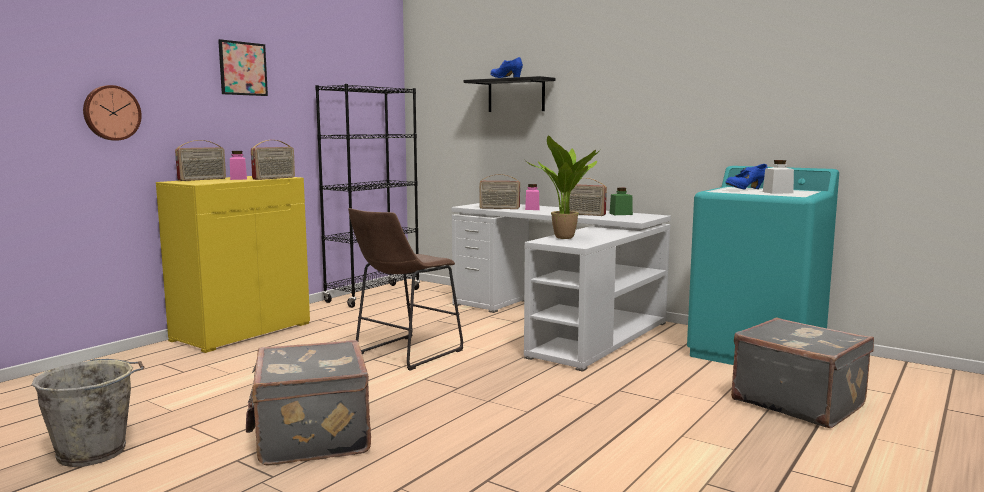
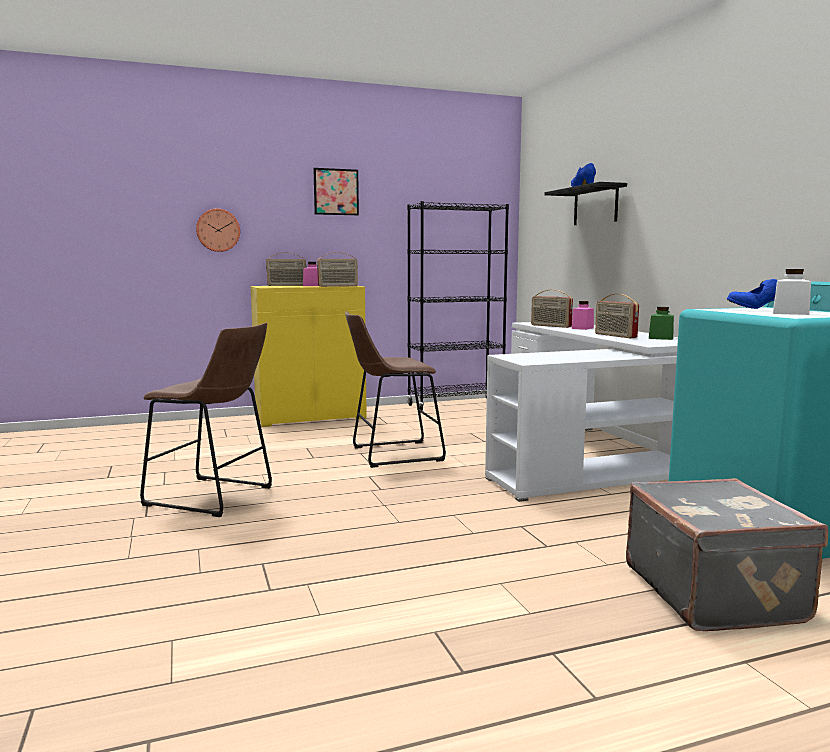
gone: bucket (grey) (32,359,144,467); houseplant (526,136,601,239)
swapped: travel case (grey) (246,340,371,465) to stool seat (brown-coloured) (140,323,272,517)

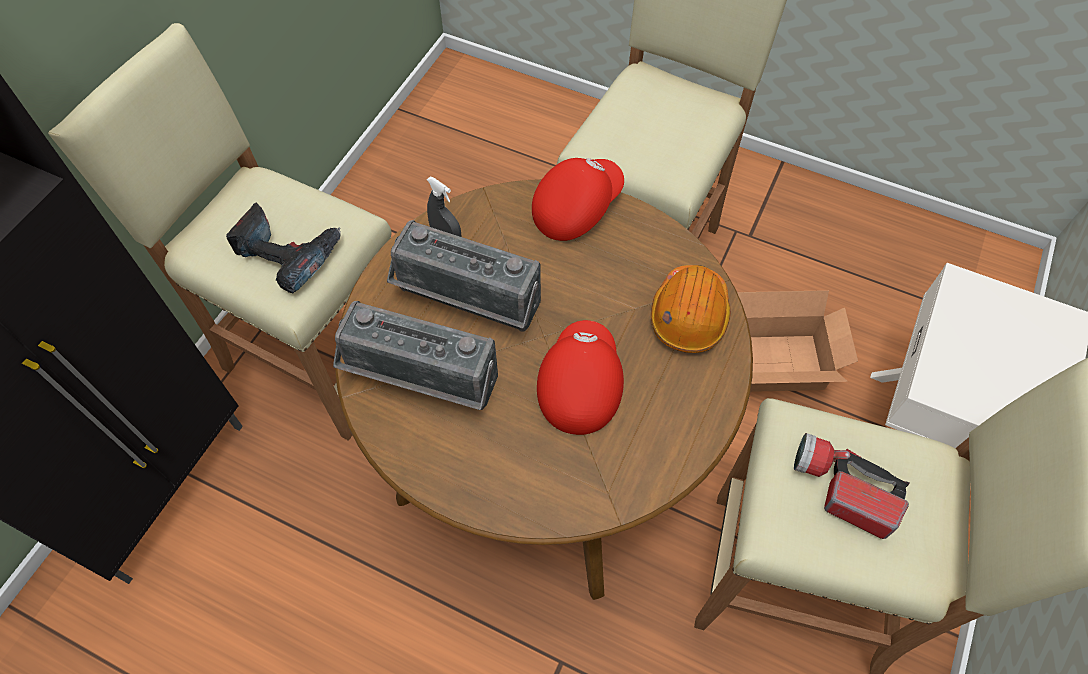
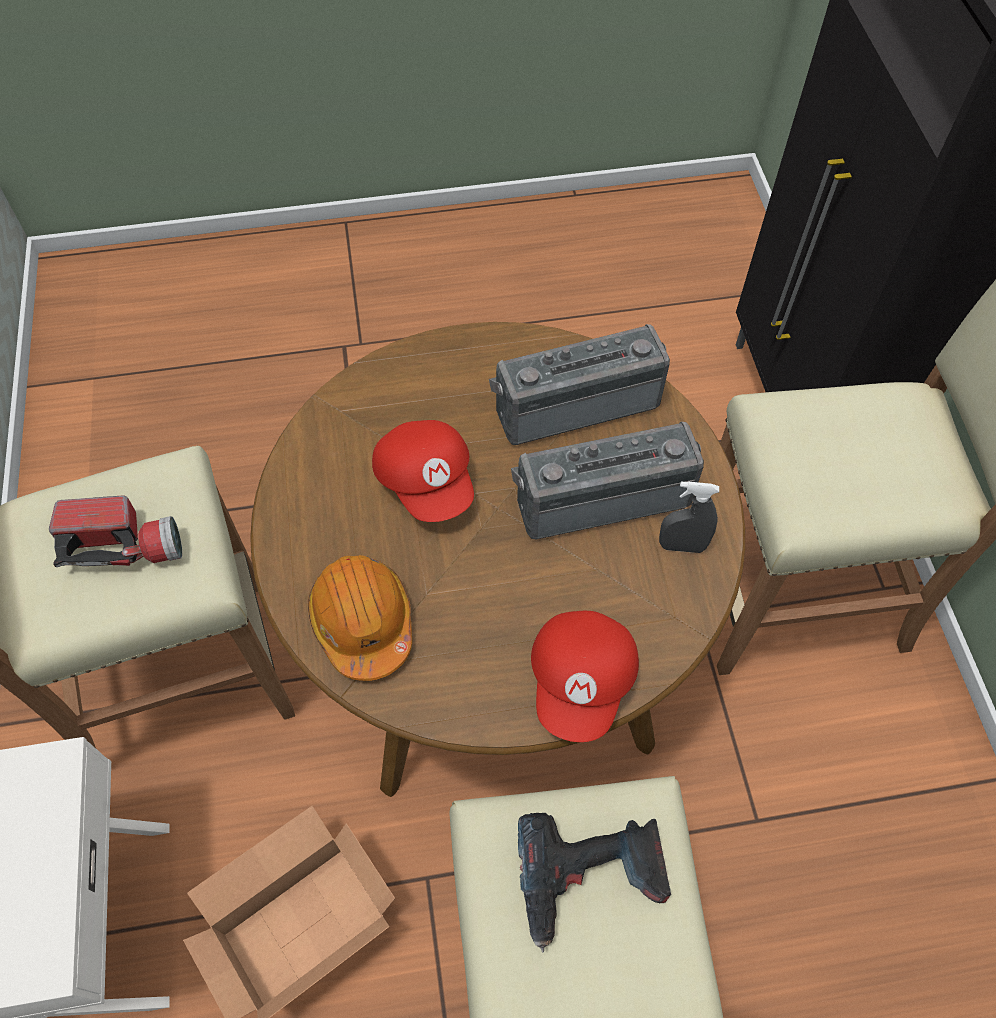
shifted: drill (226,203,341,293) to (518,813,671,953)

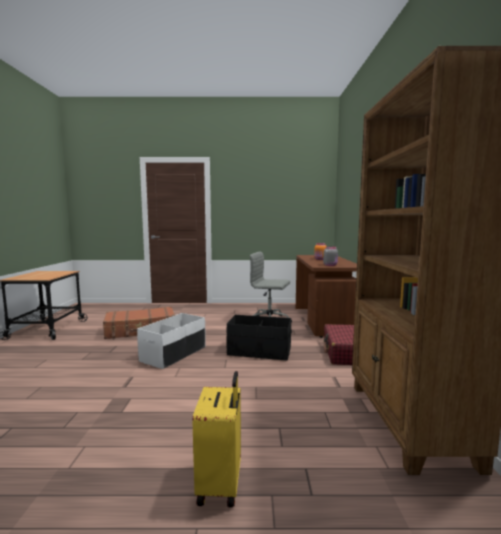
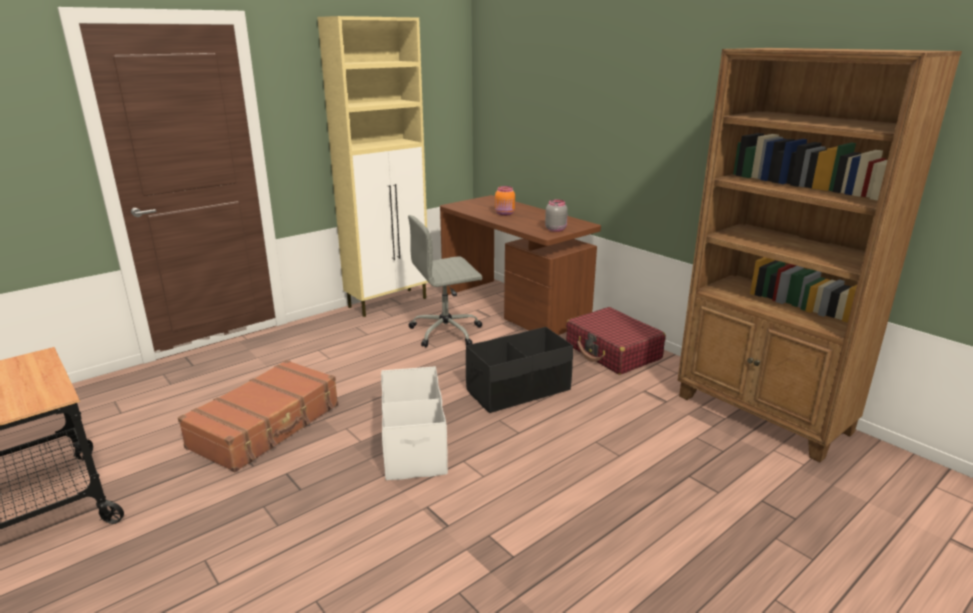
gone: travel case (yellow) (192,371,241,508)
new: storage cabinet (beige-coloured) (317,16,429,317)

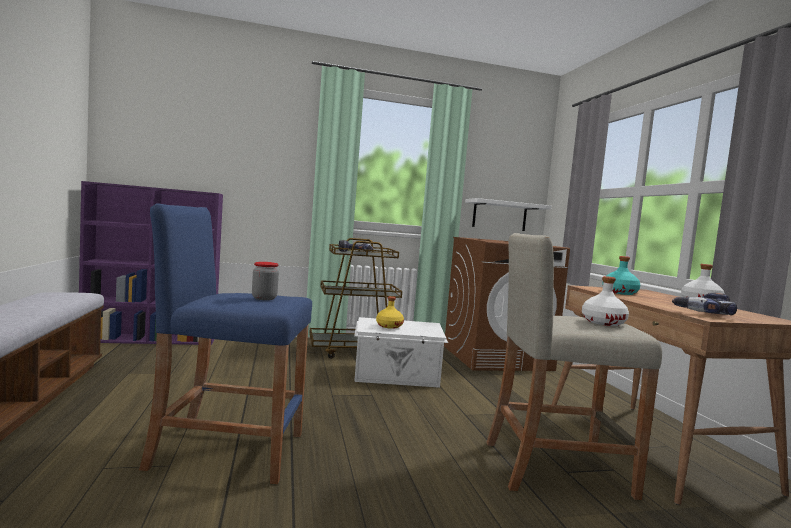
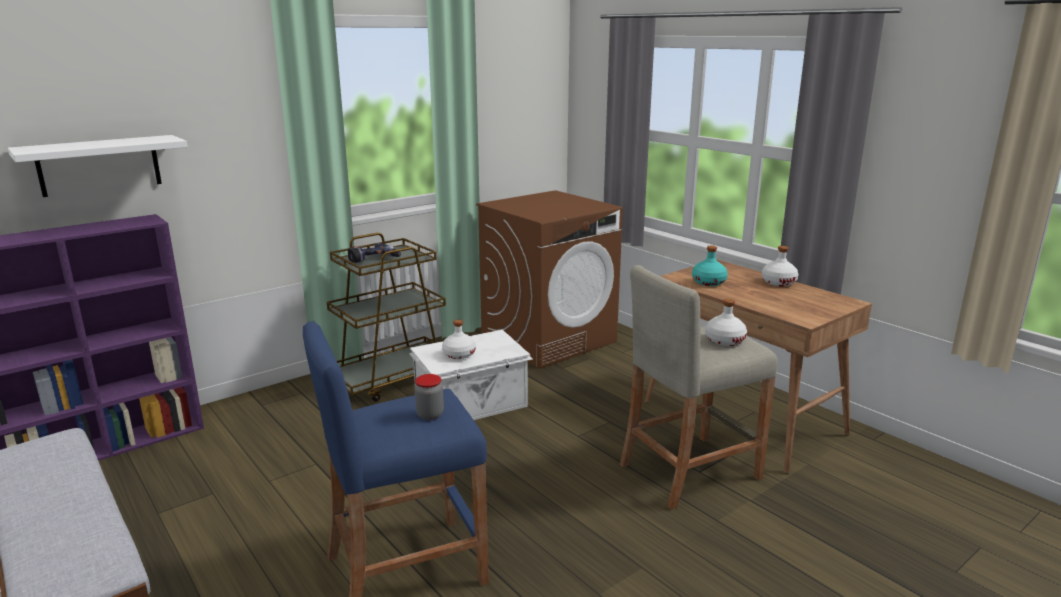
gone: drill (672,293,737,315)
shifted: shelf (white) (465,198,551,231) to (8,135,188,197)
repainted: beverage bottle (yellow) (376,296,404,329) to beverage bottle (white) (442,320,476,359)

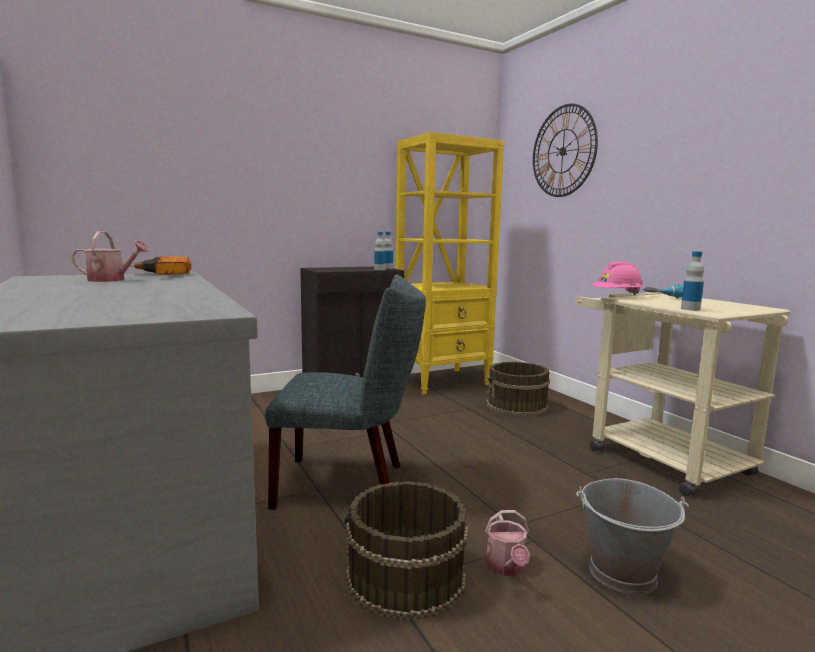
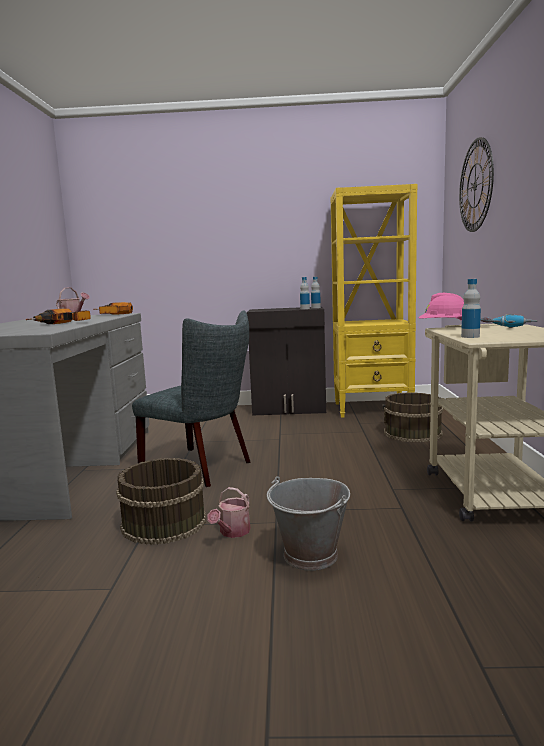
new: drill (26,309,91,324)

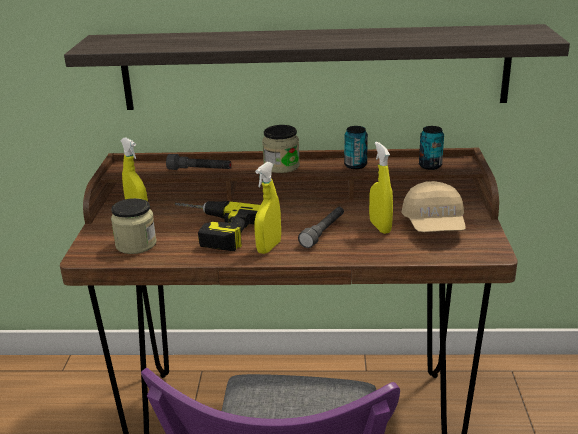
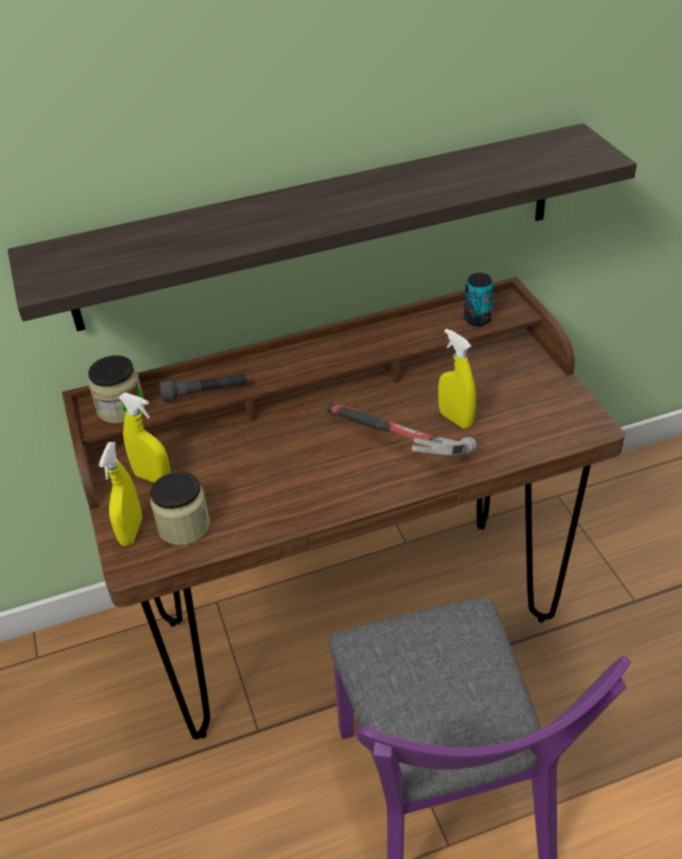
gone: drill (175,201,260,251); metal can (344,126,368,169); peaked cap (beige-coloured) (401,181,466,232)
shifted: sprayer (yellow) (254,162,281,254) to (98,442,142,546); preserve jar (262,125,300,173) to (88,355,145,423)
swapped: hand torch (grey) (298,207,344,248) to hand hammer (327,402,477,455)

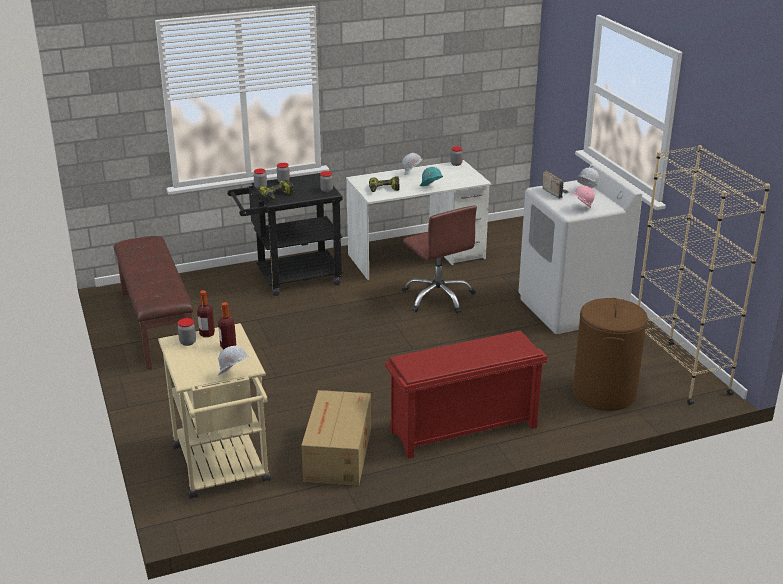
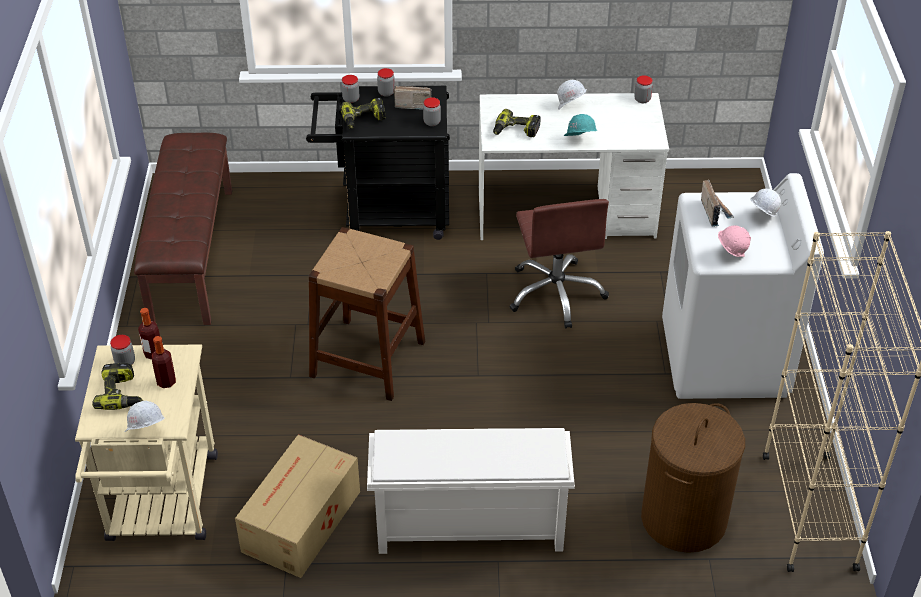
new: drill (92,363,143,410); stool seat (brown-coloured) (308,227,425,401); radio set (394,86,432,110)
repainted: shoe rack (reddish) (385,331,547,459) to shoe rack (white) (367,428,575,554)

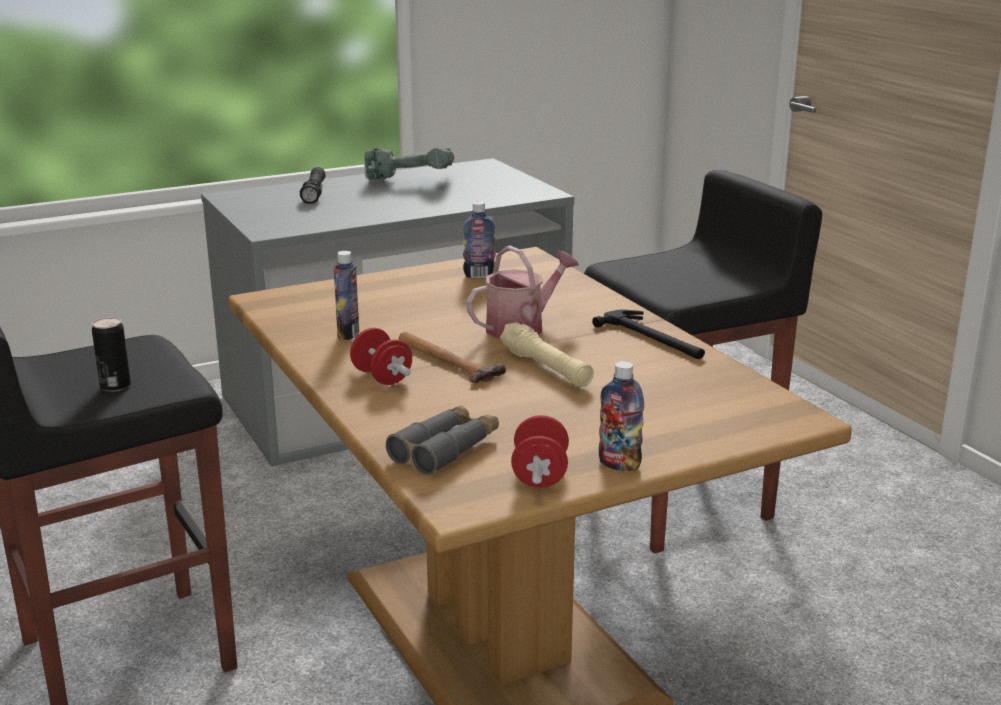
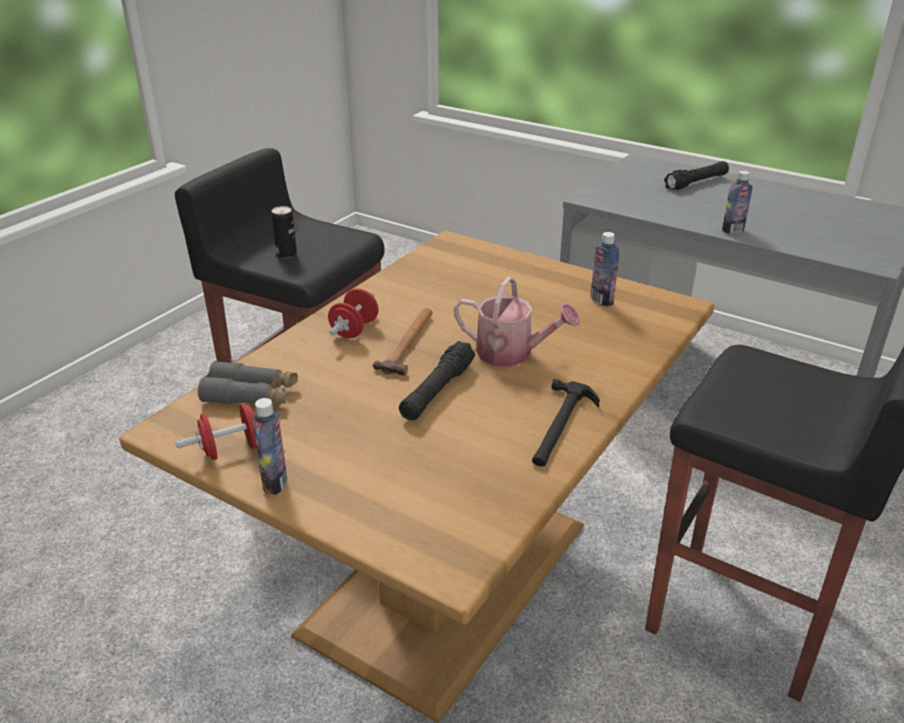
gone: drill (364,146,454,180)
shifted: beverage bottle (334,251,359,340) to (722,171,752,234)
repainted: hand torch (beige-coloured) (500,322,594,387) to hand torch (blackish) (399,341,475,421)

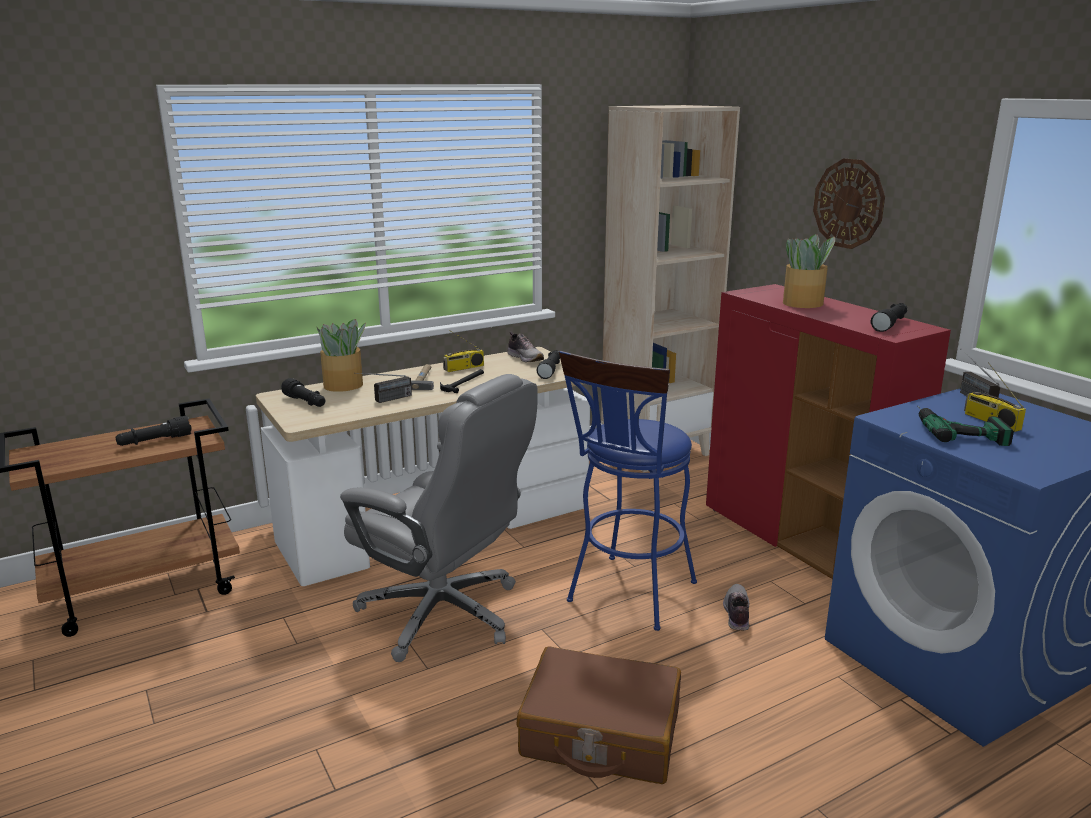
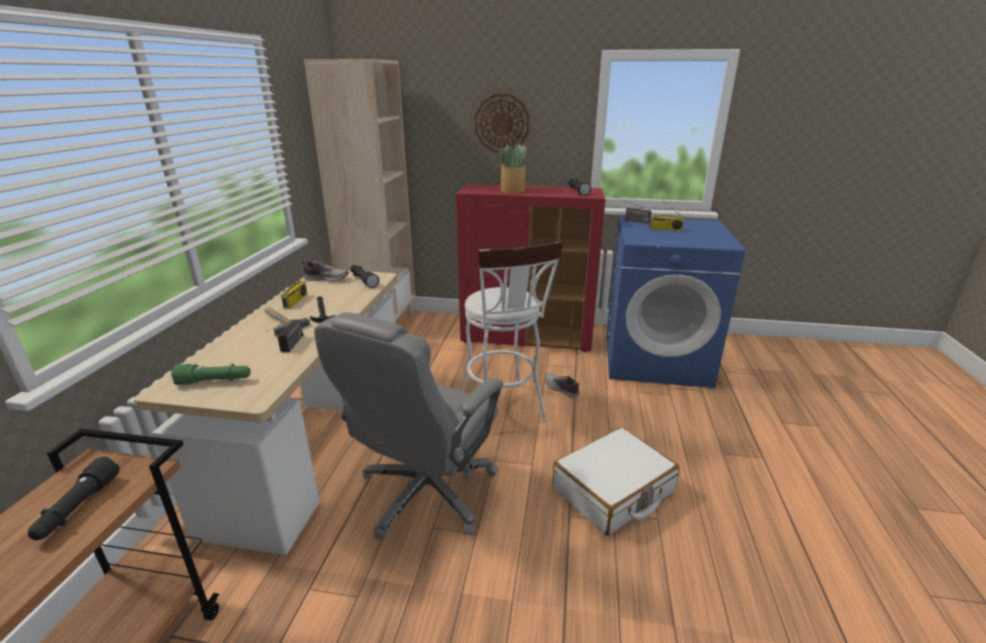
gone: houseplant (317,319,366,392); drill (917,406,1014,446)
repainted: hand torch (blackish) (281,378,325,407) to hand torch (green) (171,364,251,385); travel case (brown-coloured) (516,646,681,784) to travel case (white) (552,427,679,535); stool seat (blue) (559,351,697,631) to stool seat (white) (460,240,564,421)
rotated: desk chair (grey) (340,374,538,662) = (314,312,503,539) 135 degrees clockwise

